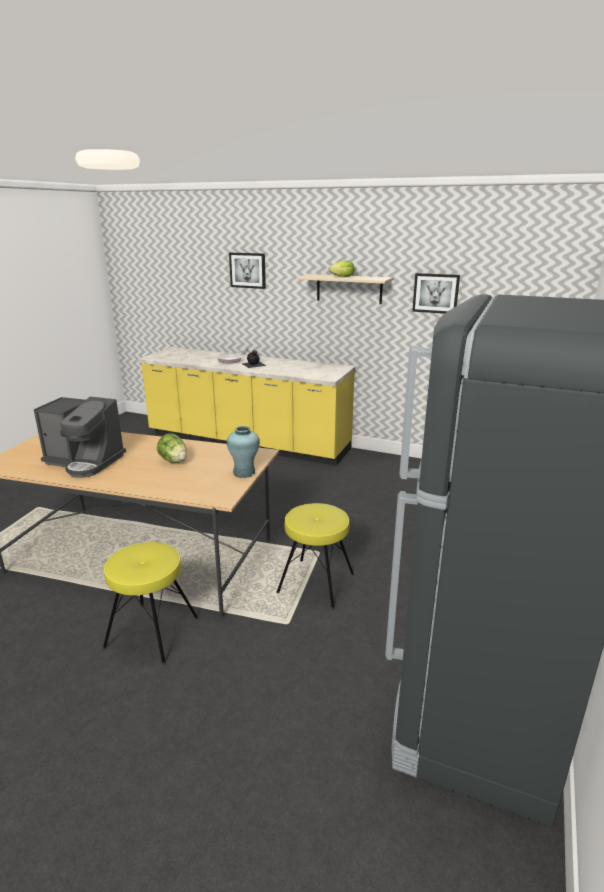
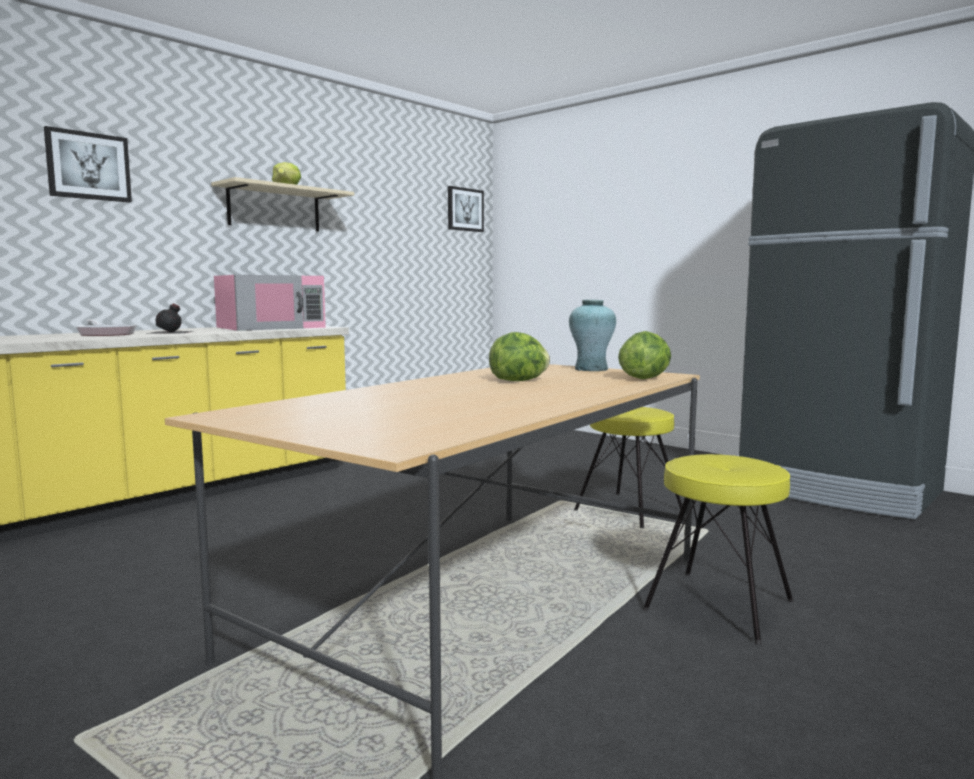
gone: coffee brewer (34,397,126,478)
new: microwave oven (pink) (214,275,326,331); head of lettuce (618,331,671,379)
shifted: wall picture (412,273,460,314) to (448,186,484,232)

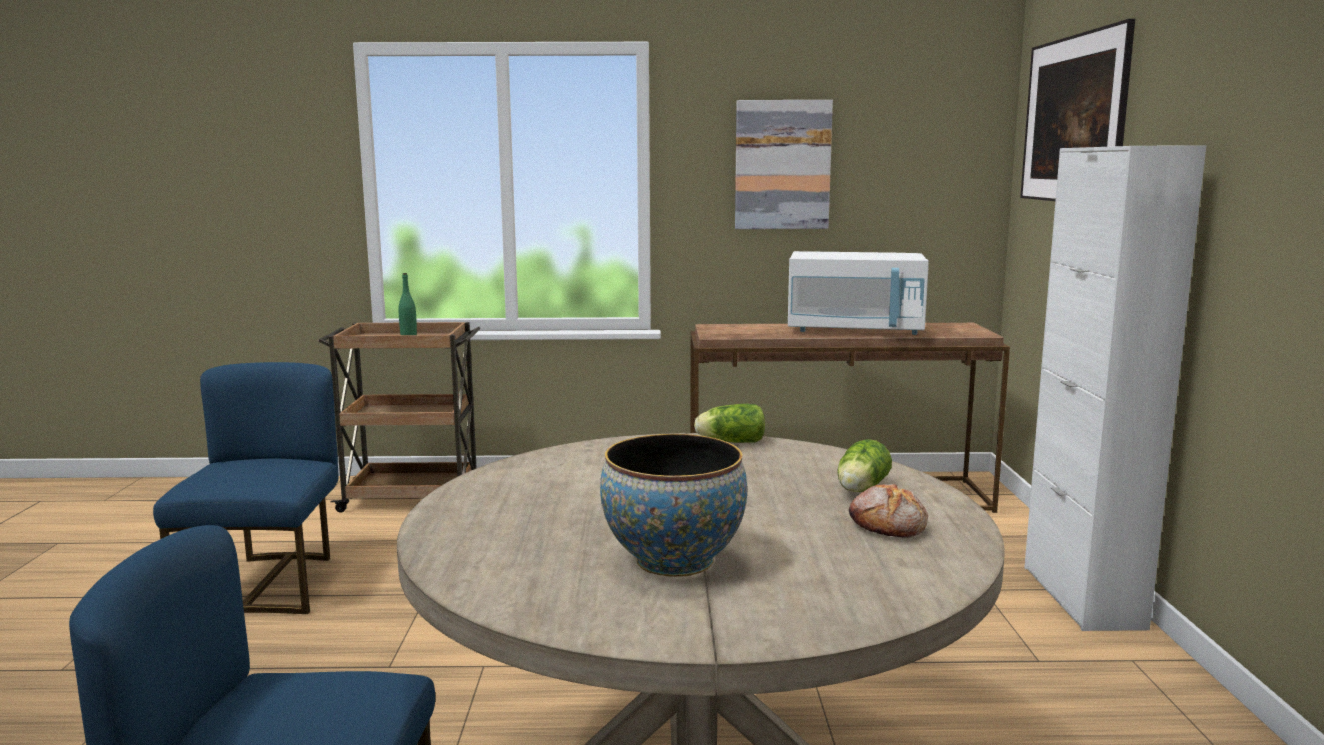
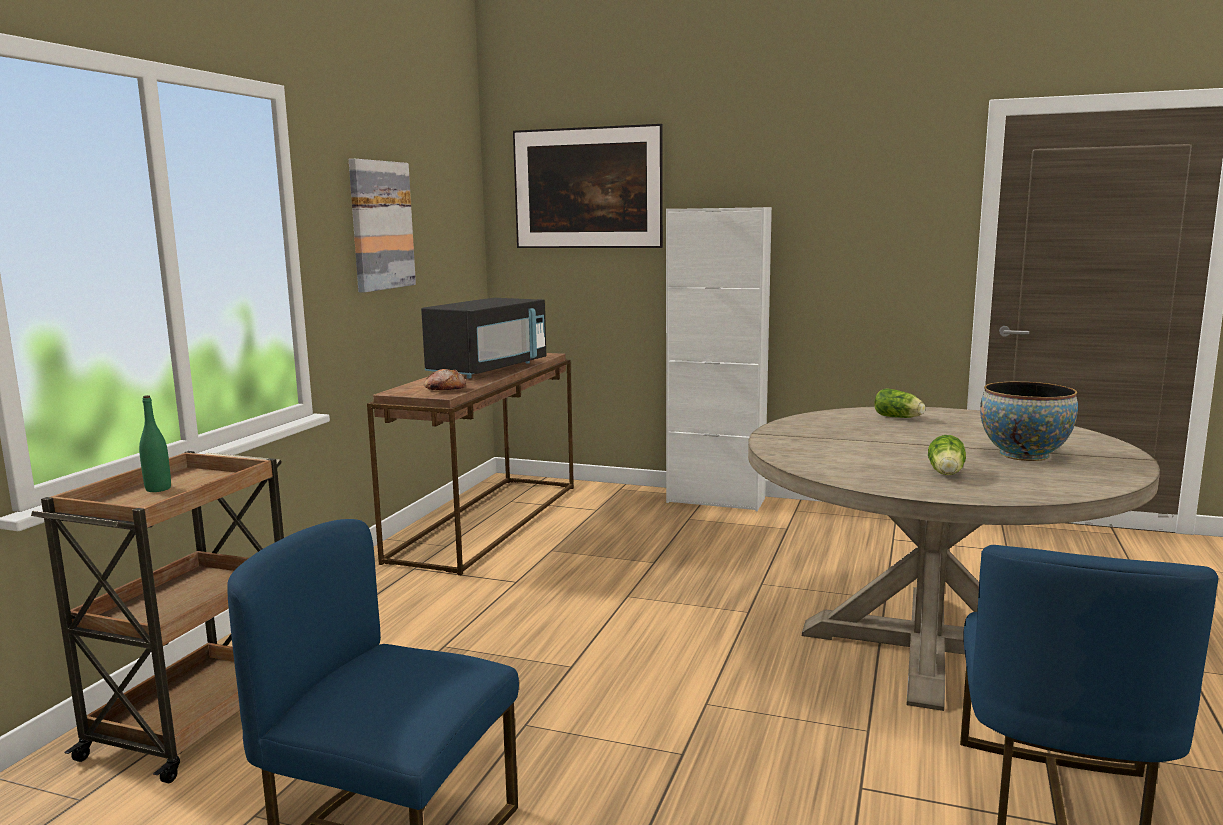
shifted: head of lettuce (694,404,765,443) to (928,435,966,475); bread (849,484,928,538) to (424,369,466,390)
repainted: microwave oven (white) (788,251,929,335) to microwave oven (blackish) (421,298,546,378)

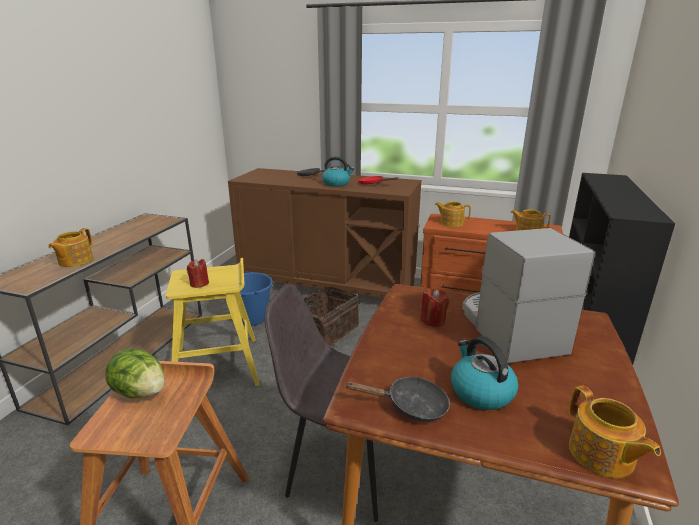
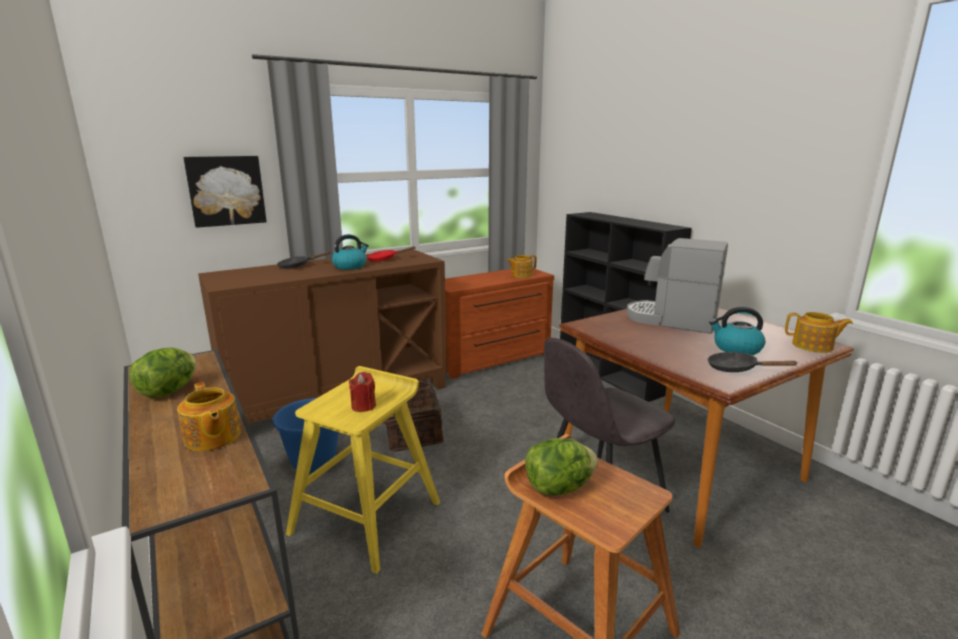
gone: candle (reddish) (420,289,449,327); tea pot (435,202,471,227)
new: head of lettuce (129,347,197,398); wall picture (183,156,267,228)
rotated: frying pan (blackish) (344,377,450,422) = (708,352,799,372) 105 degrees counterclockwise

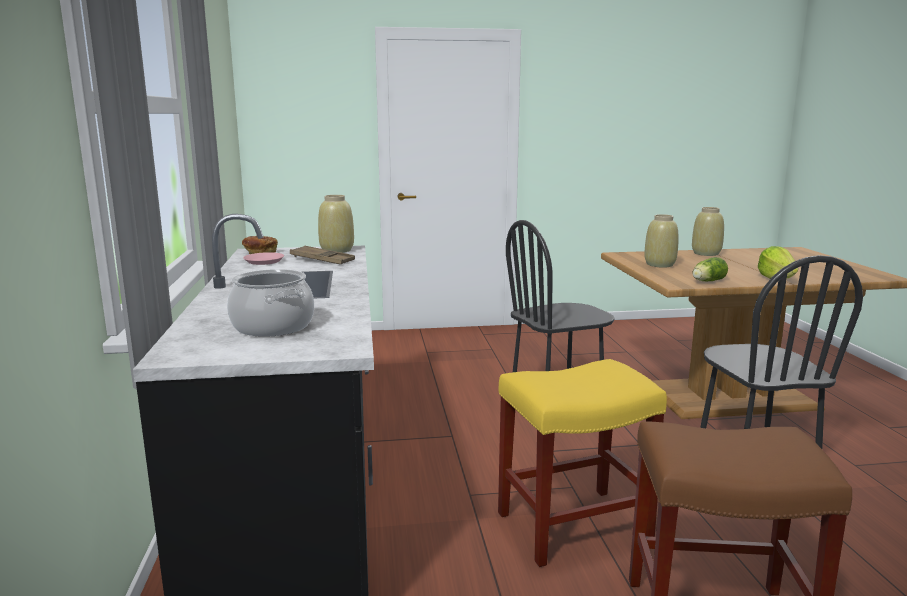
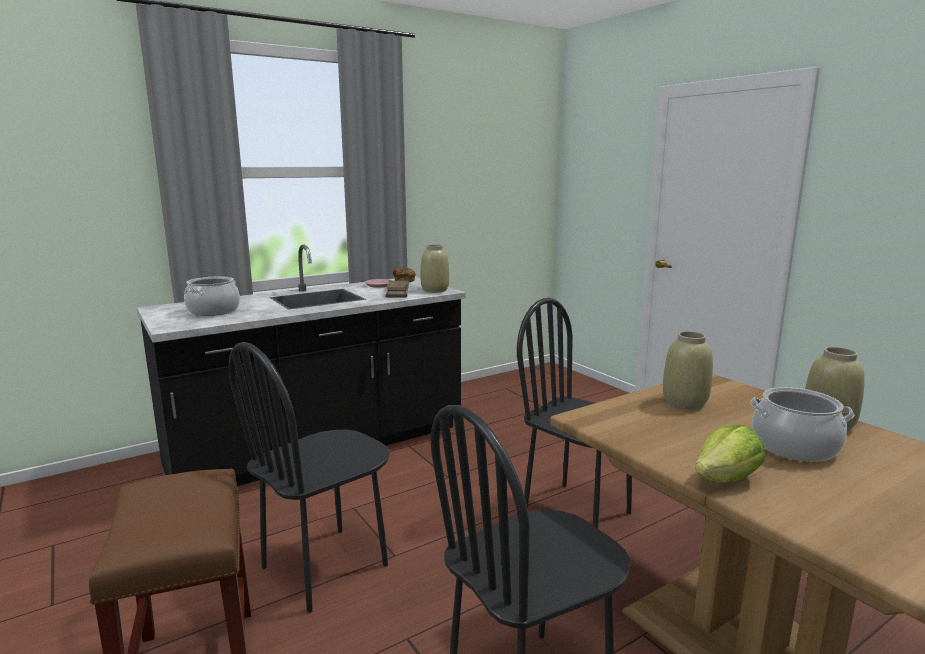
gone: head of lettuce (692,257,728,281)
new: cooking pot (750,387,855,462)
swapped: stool seat (yellow) (498,359,667,567) to upright chair (blackish) (228,342,390,613)

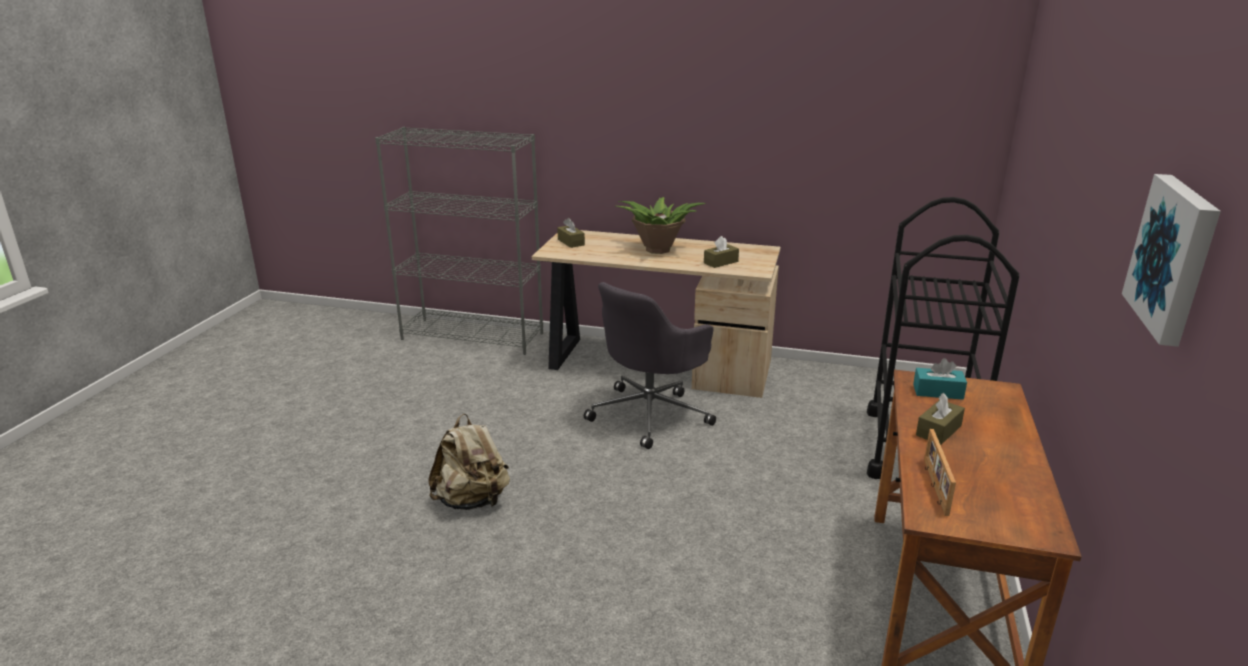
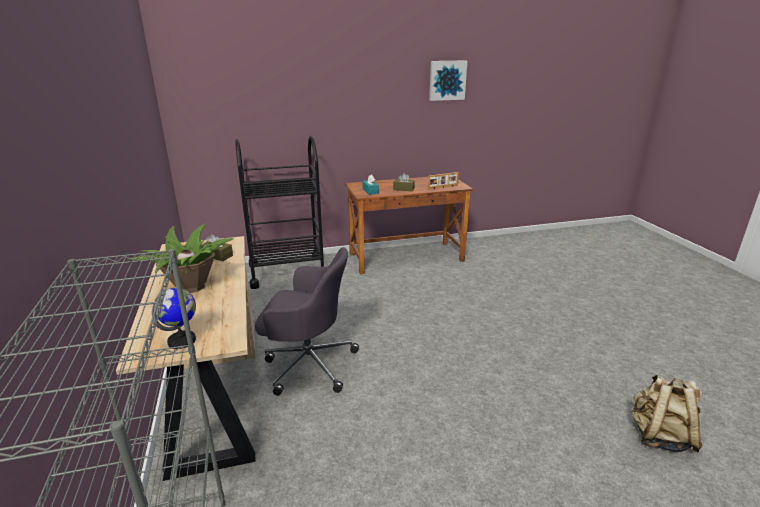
shifted: backpack (beige-coloured) (428,414,510,510) to (632,375,703,452)
swapped: tissue holder (brown-coloured) (557,218,585,248) to globe (152,288,196,349)

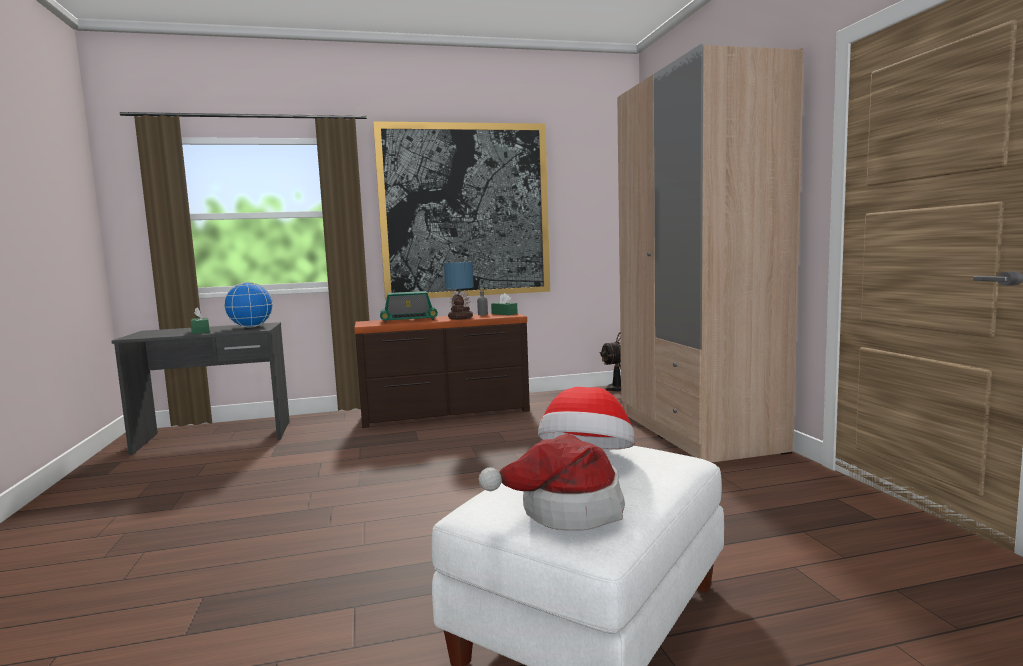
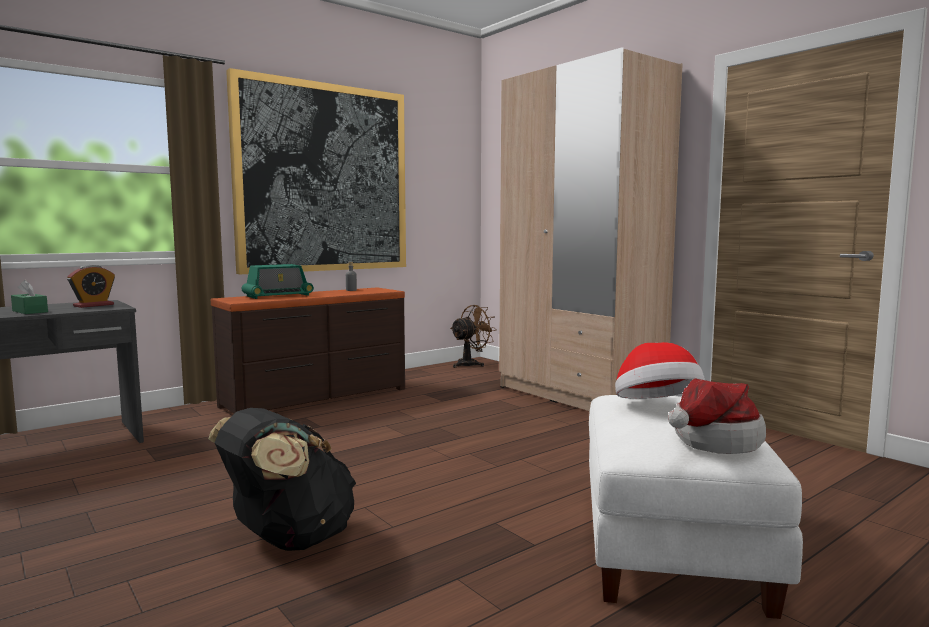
gone: table lamp (444,262,474,320); tissue holder (green) (491,293,518,315)
new: backpack (blackish) (209,408,356,551)
swapped: globe (224,282,273,328) to bedside clock (67,265,115,308)

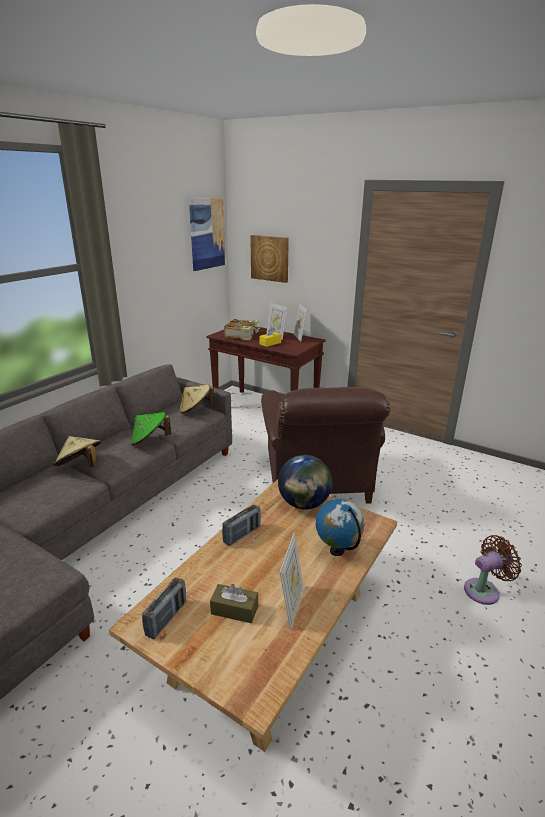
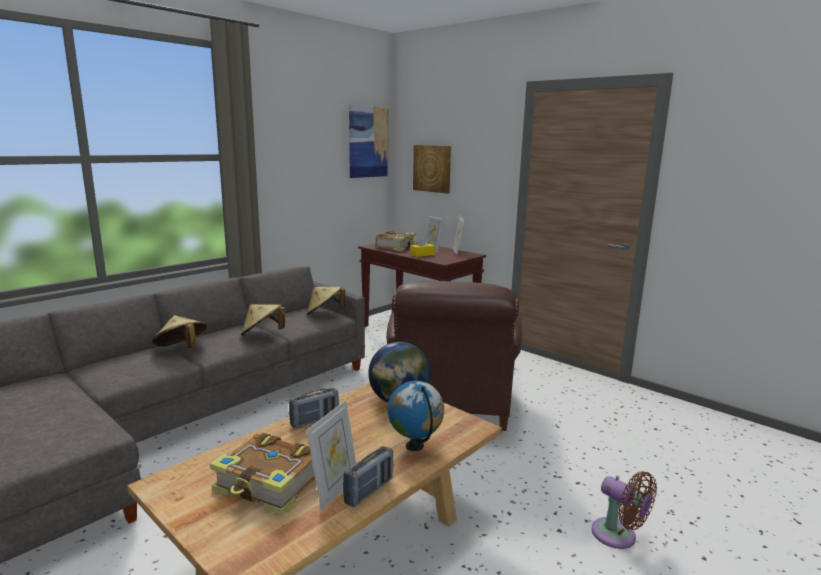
shifted: radio set (142,577,186,639) to (343,446,394,507)
swapped: tissue holder (brown-coloured) (210,584,258,623) to book (210,433,315,515)
repainted: clothing hat (green) (131,412,171,446) to clothing hat (beige-coloured) (241,304,286,336)
rotated: electric fan (brown-coloured) (464,535,522,605) = (592,471,657,549) 60 degrees clockwise

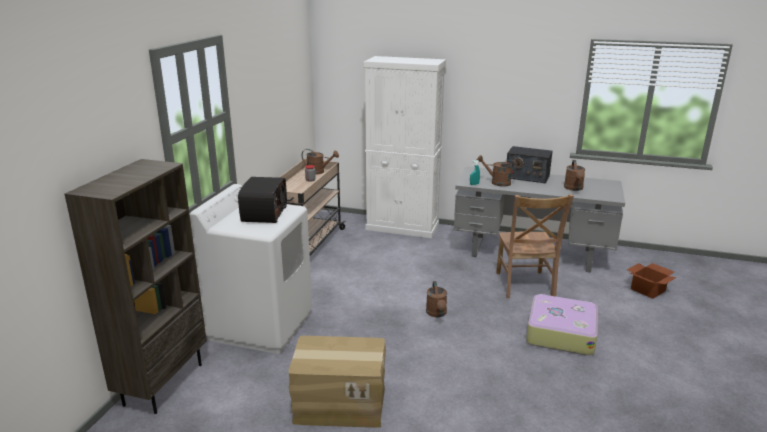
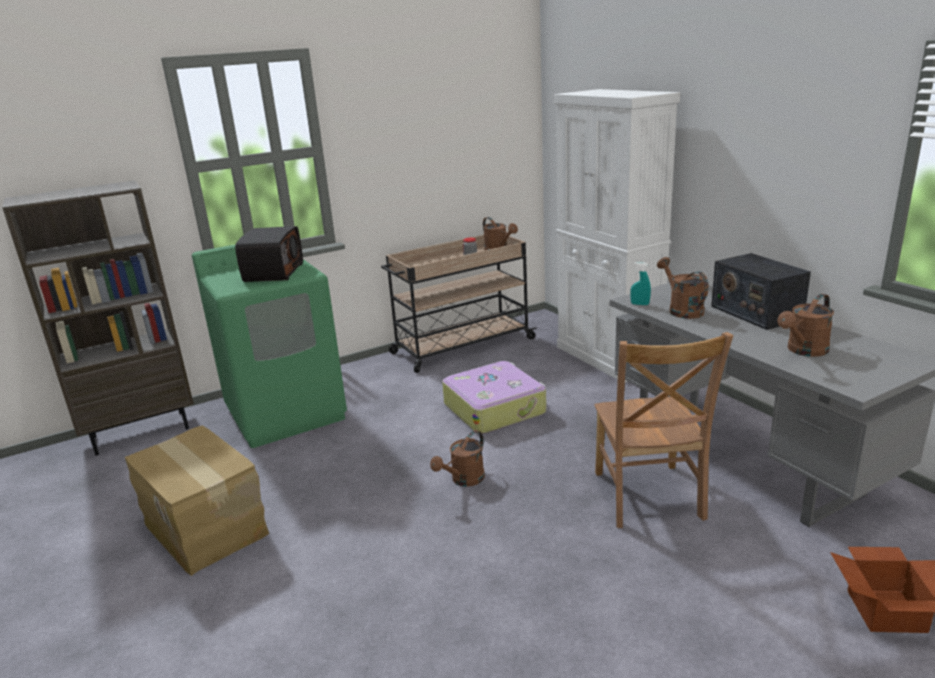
shifted: travel case (526,294,598,355) to (442,361,546,434)
repainted: washing machine (white) (190,184,312,354) to washing machine (green) (192,244,347,448)
rotated: radio set (238,177,287,223) = (235,226,303,282) 45 degrees counterclockwise; upright chair (brown-coloured) (496,194,574,298) = (594,332,734,528) 45 degrees counterclockwise

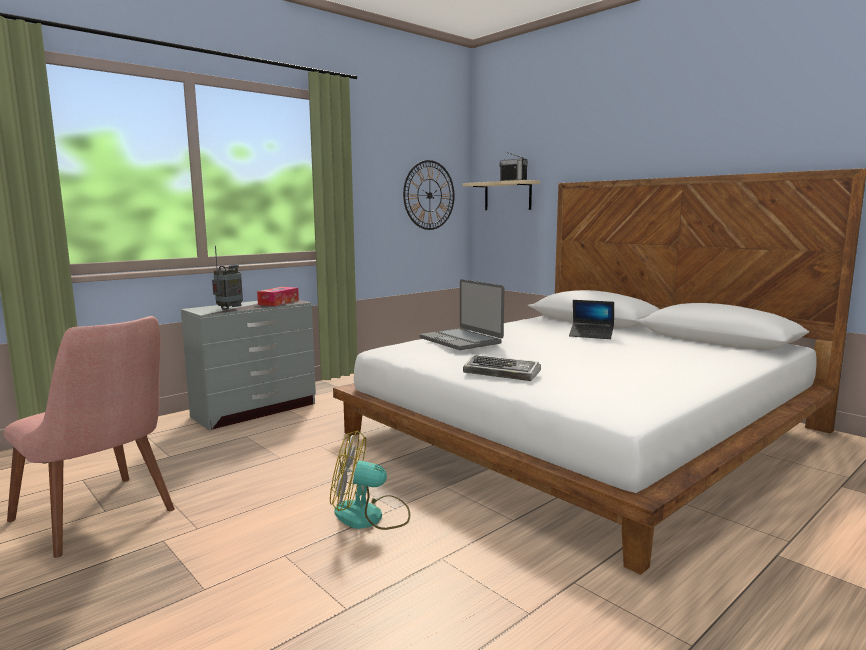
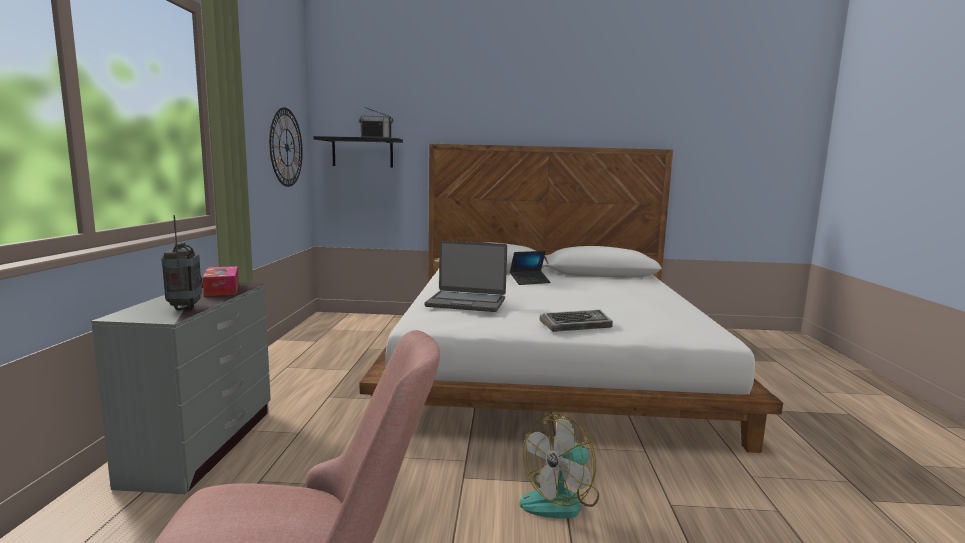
repainted: shelf (beige-coloured) (463,180,540,210) to shelf (blackish) (313,136,403,168)

